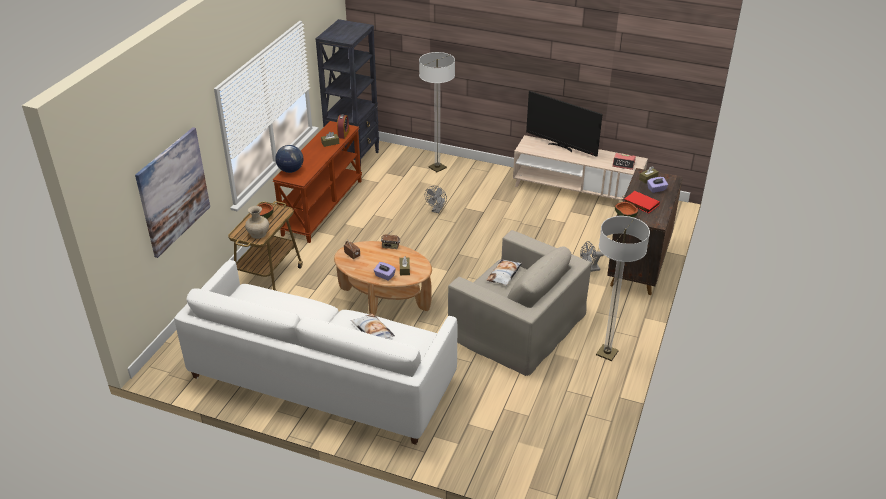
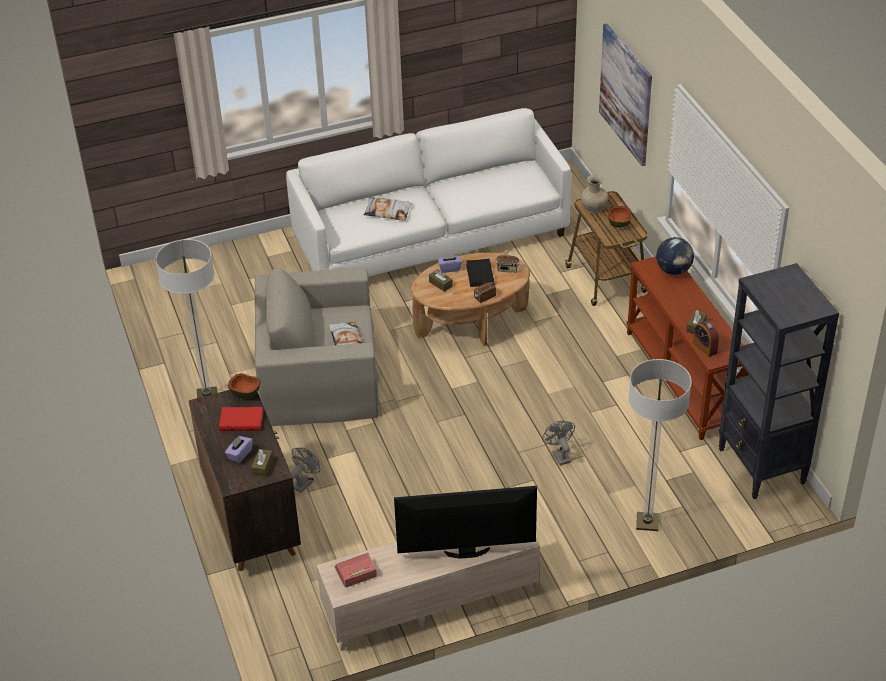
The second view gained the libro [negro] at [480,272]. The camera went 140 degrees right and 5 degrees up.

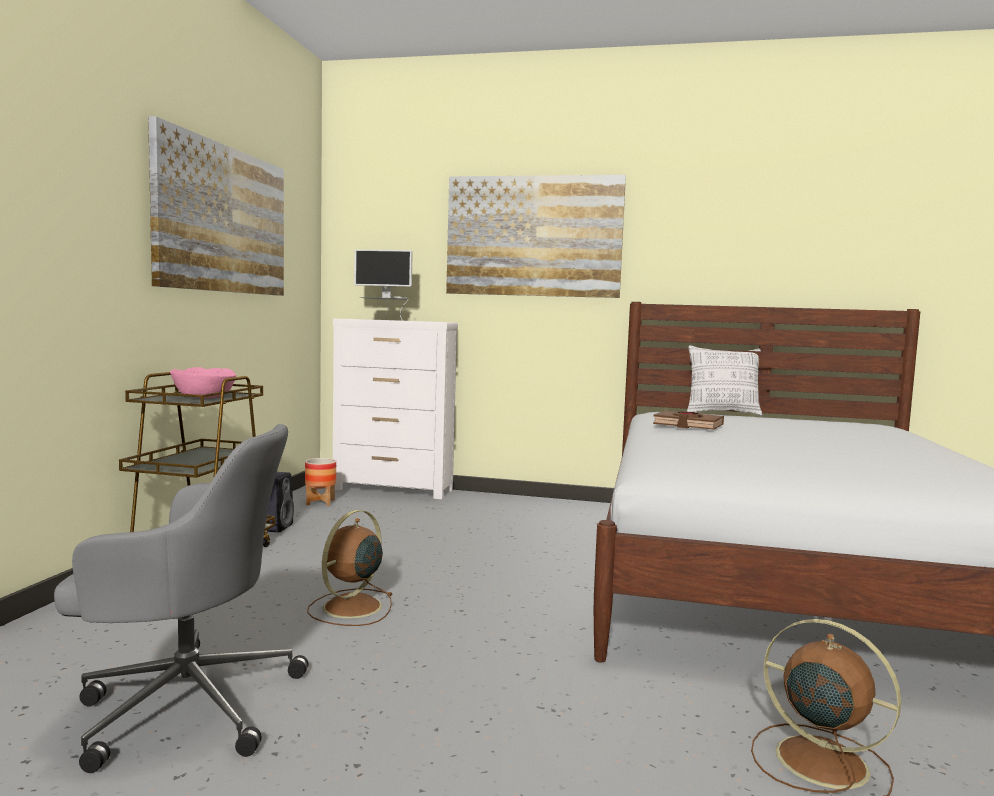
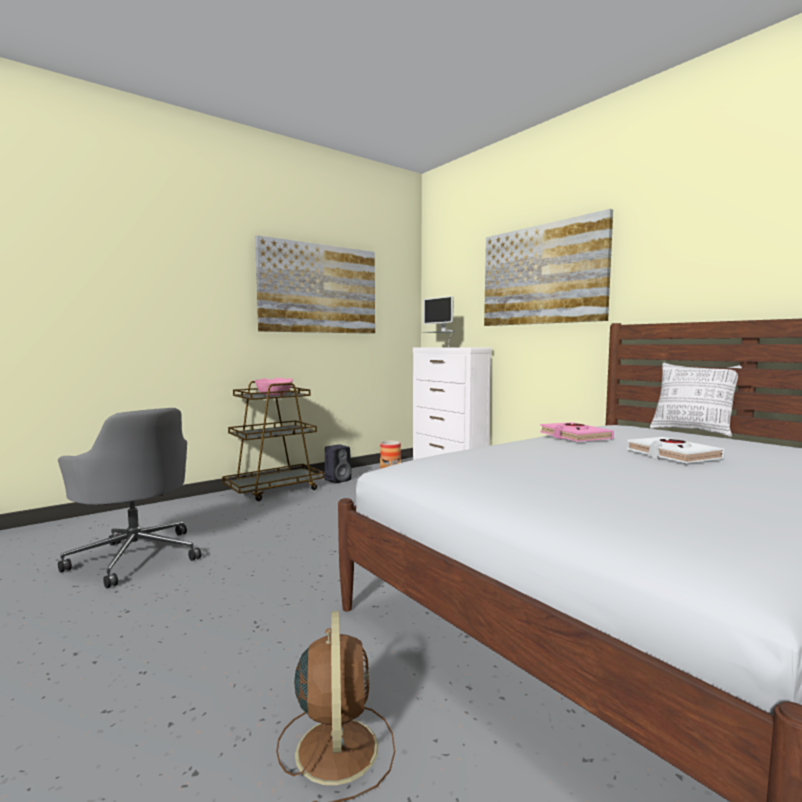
The second view lost the ventilador [marrón] at [349,568]. The second view gained the libro [blanco] at [676,450]. What was the libro [marrón] at [688,420] turned into the libro [rosa] at [577,432]. The camera went 40 degrees right and 0 degrees up.

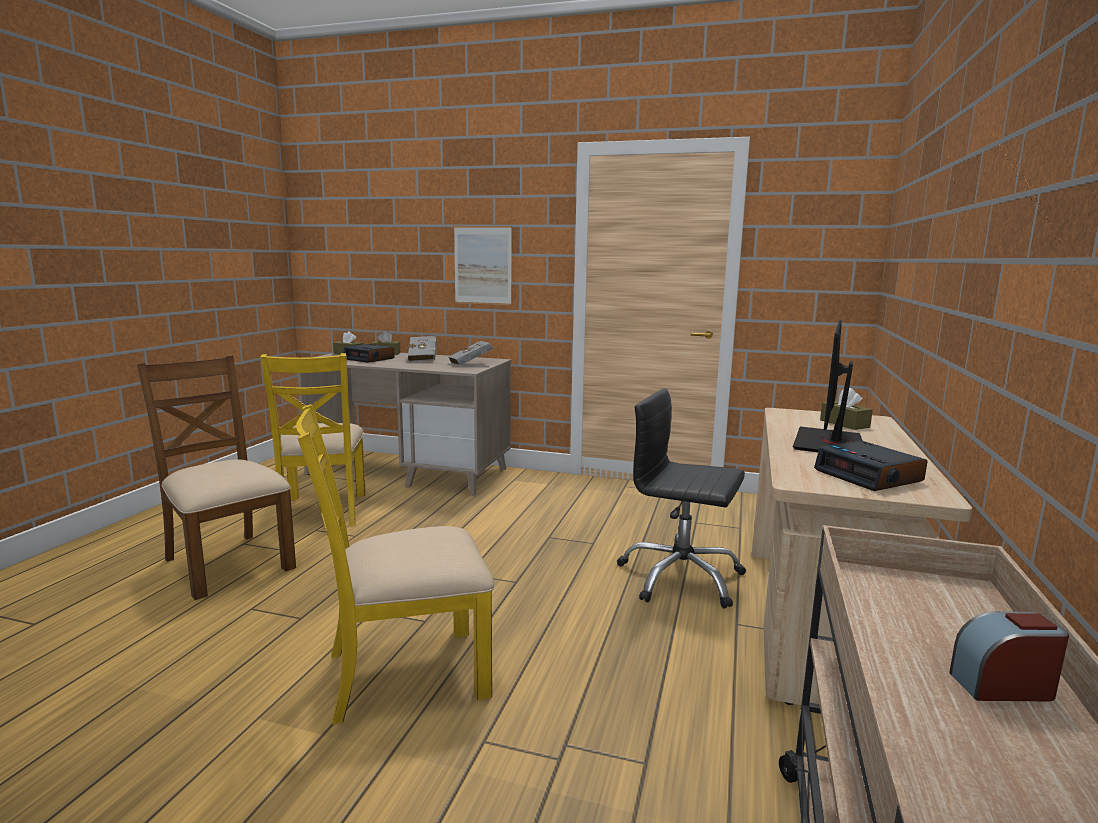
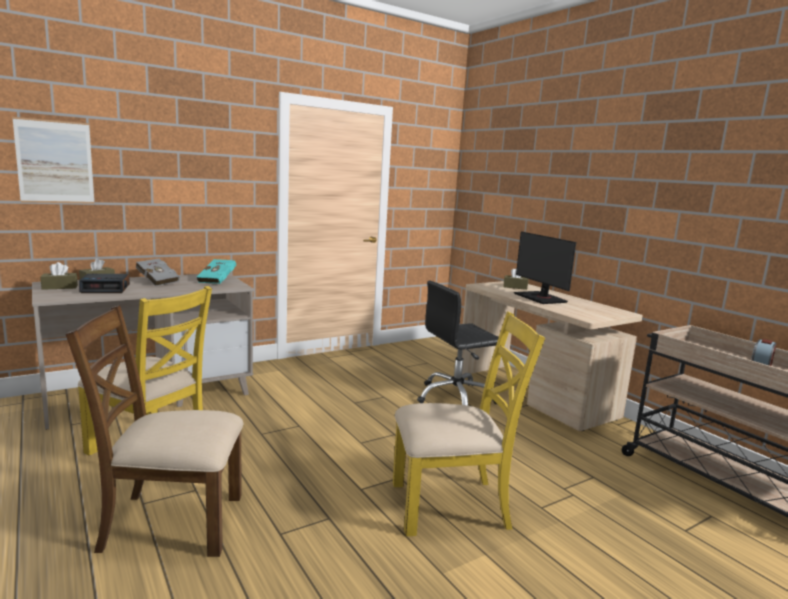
The second view lost the despertador at [871,465]. The cuadro ended up elsewhere, having gone from [483,265] to [53,160]. What was the libro [gris] at [472,353] turned into the libro [turquesa] at [216,271]. The silla [amarillo] at [395,564] ended up facing another way, 120 degrees counterclockwise from before. The camera went 50 degrees left and 0 degrees up.

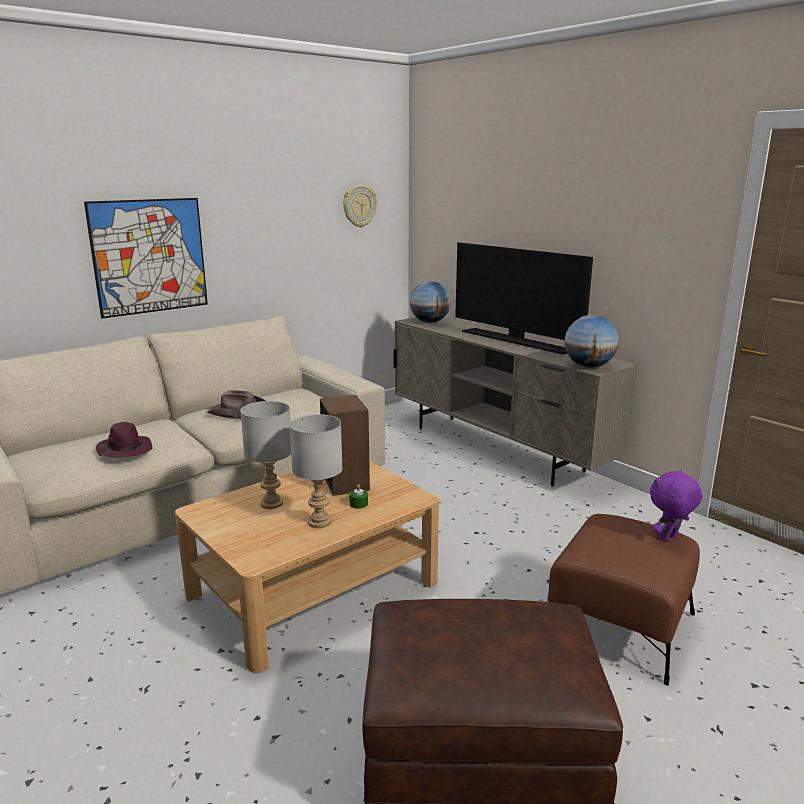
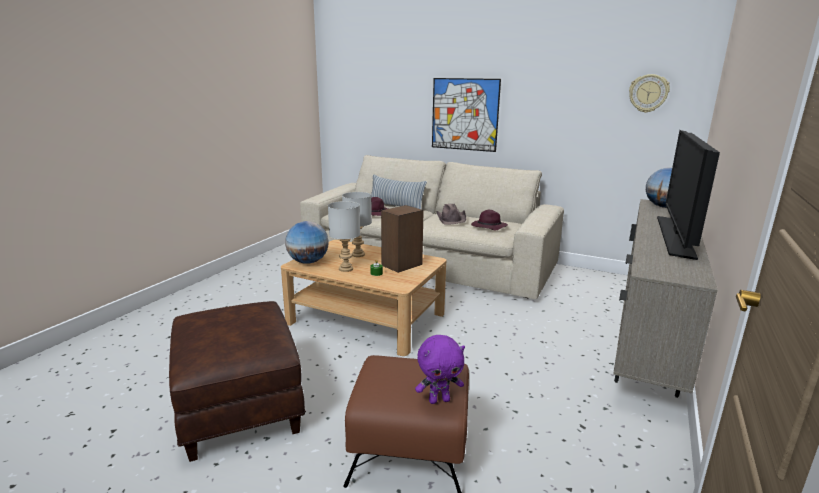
The second view gained the cojín at [399,192]. The second view gained the sombrero [morado] at [489,220]. The globo terráqueo ended up elsewhere, having gone from [592,341] to [307,242]. The peluche [morado] at [676,505] ended up facing another way, 135 degrees clockwise from before. The camera went 65 degrees right and 0 degrees up.

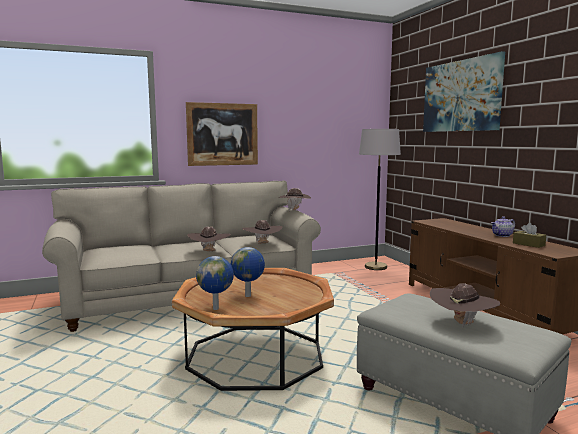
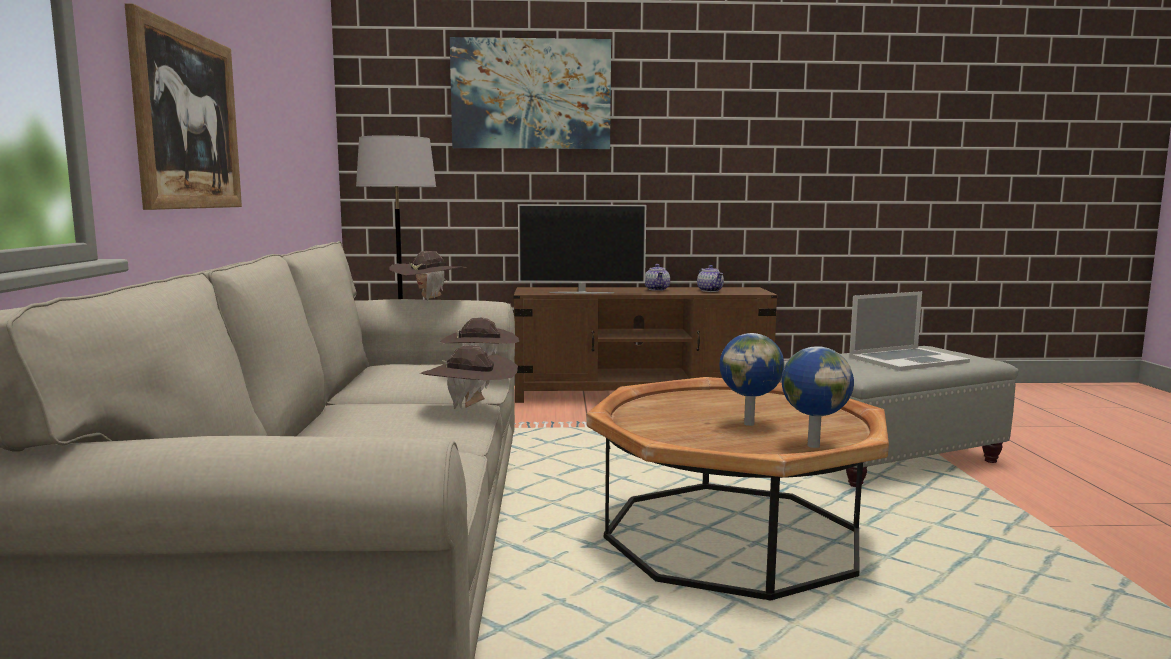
The second view gained the televisor at [582,249]. Where the sombrero [marrón] stood at [465,305], the portátil came to stand at [909,331]. Where the caja de pañuelos [marrón] stood at [529,235], the tetera came to stand at [710,278]. The camera went 70 degrees left and 0 degrees up.

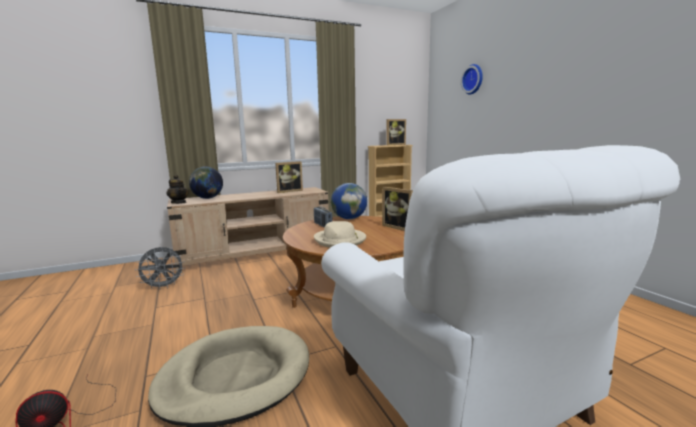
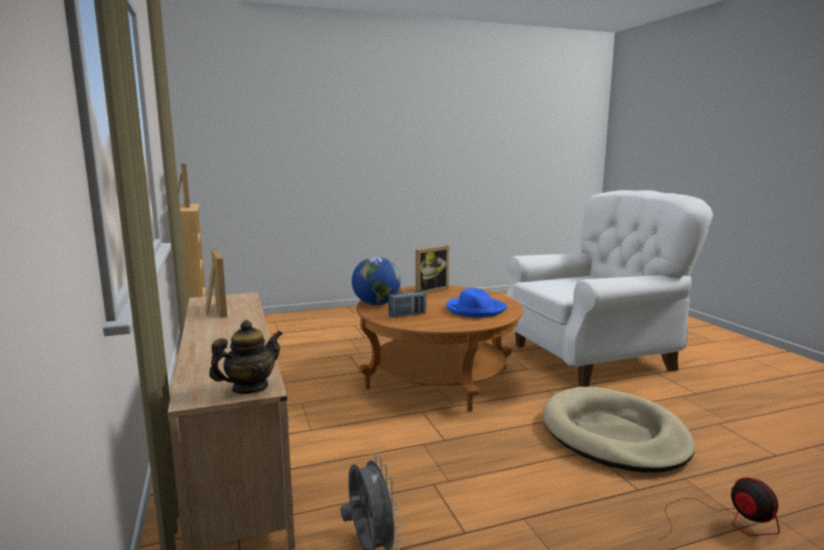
The second view lost the globo terráqueo at [206,183]. The second view lost the reloj de pared at [472,79]. What was the sombrero [beis] at [340,234] turned into the sombrero [azul] at [476,303]. The camera went 85 degrees left and 0 degrees up.

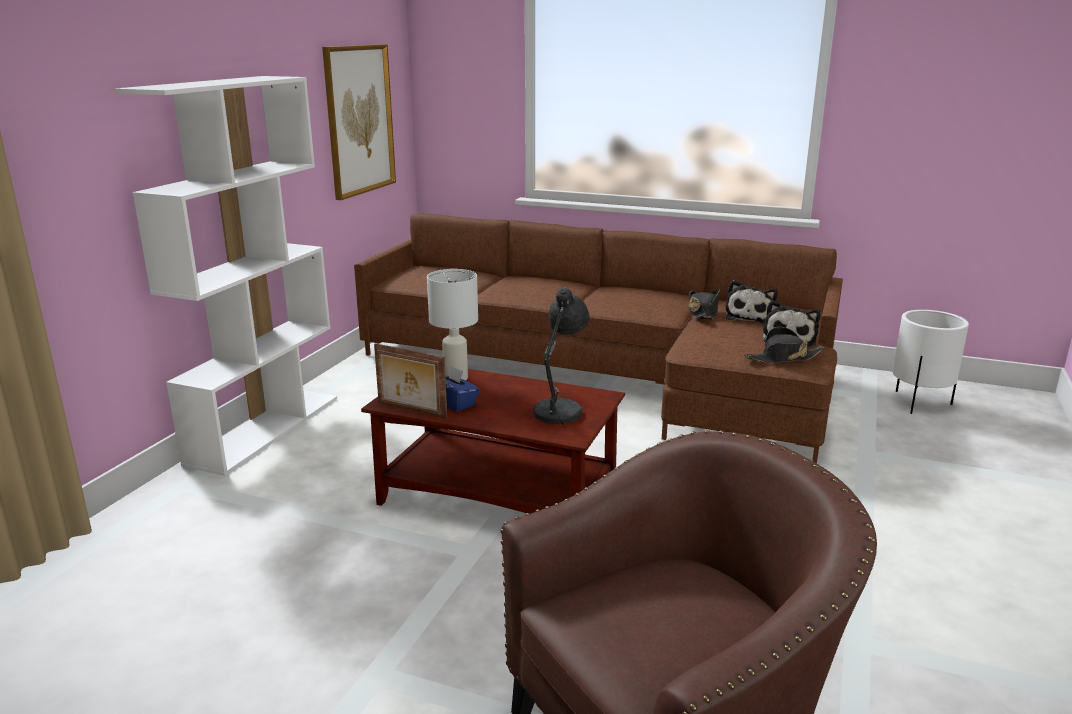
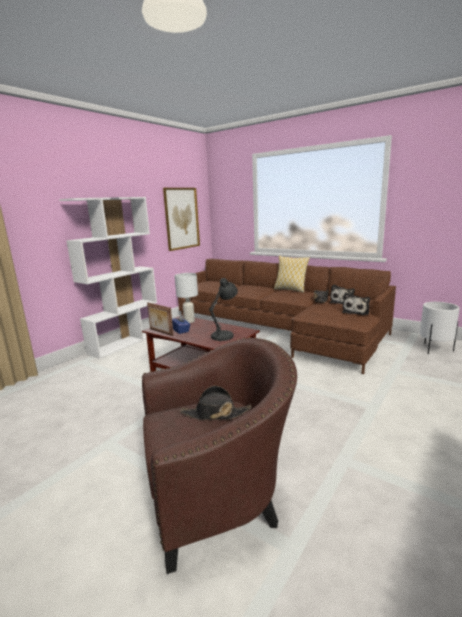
The second view gained the cojín at [292,274]. The sombrero [negro] ended up elsewhere, having gone from [784,345] to [215,403]. The camera went 15 degrees right and 5 degrees down.

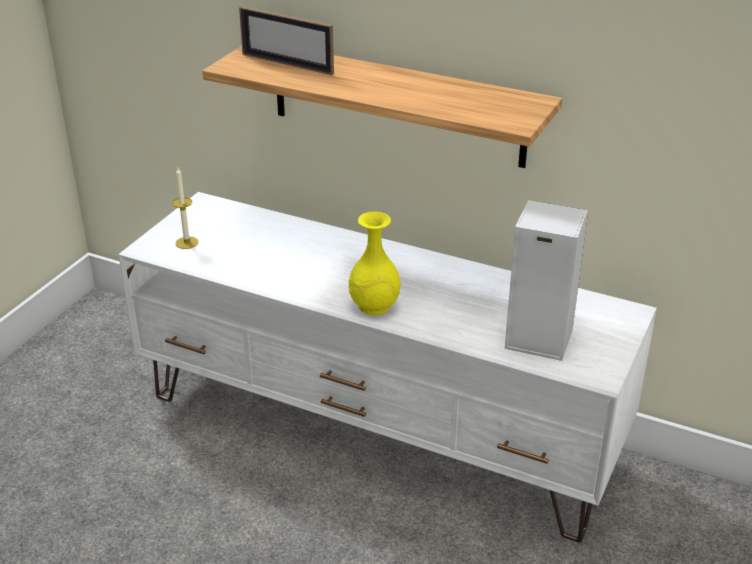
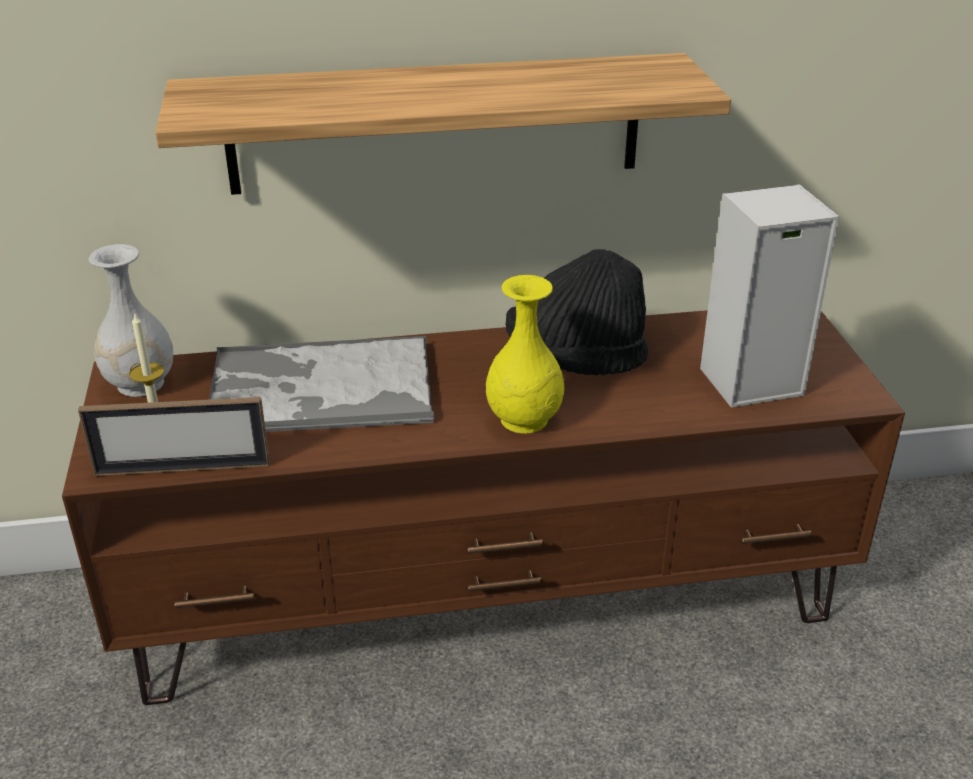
The second view gained the florero [blanco] at [131,320]. The second view gained the bandeja at [321,384]. The second view gained the sombrero [negro] at [576,312]. The portarretratos ended up elsewhere, having gone from [286,40] to [174,436]. What was the mueble de televisión [blanco] at [387,367] turned into the mueble de televisión [marrón] at [483,507]. The camera went 35 degrees left and 0 degrees up.

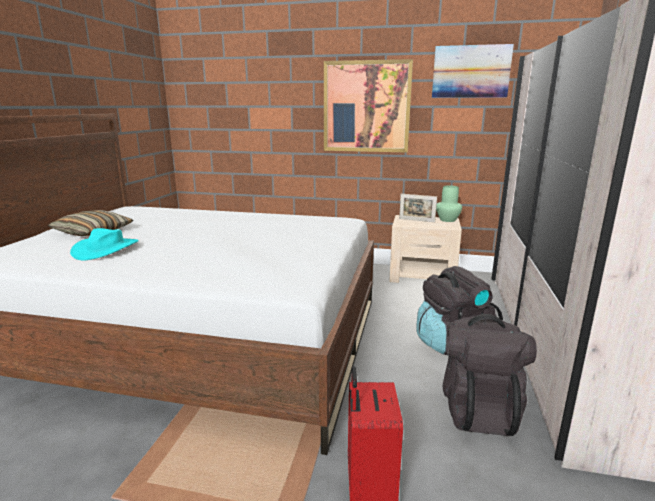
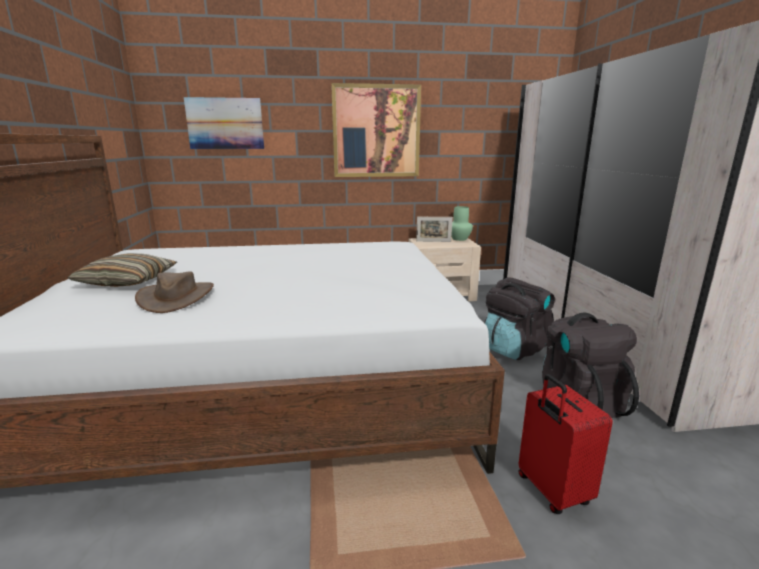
The cuadro ended up elsewhere, having gone from [473,71] to [224,123]. What was the sombrero [turquesa] at [104,244] turned into the sombrero [marrón] at [174,292]. The camera went 20 degrees left and 0 degrees up.

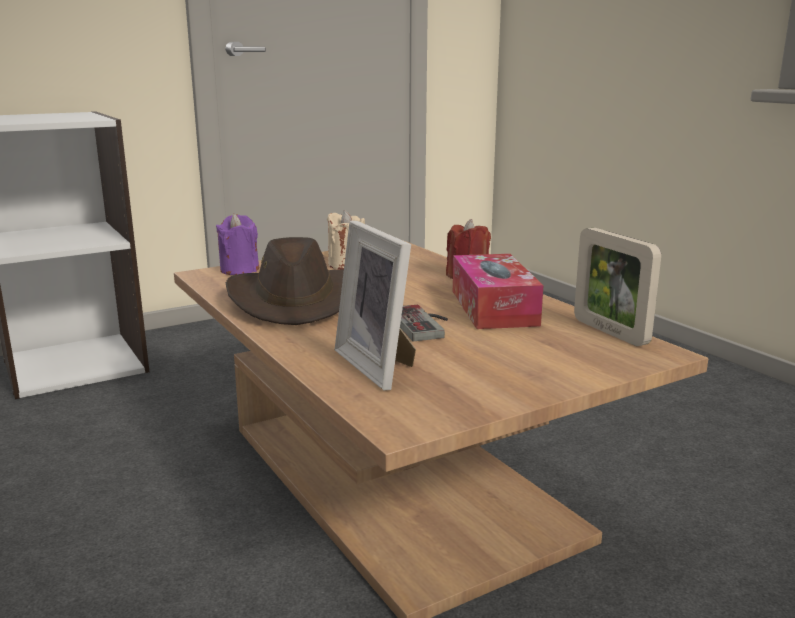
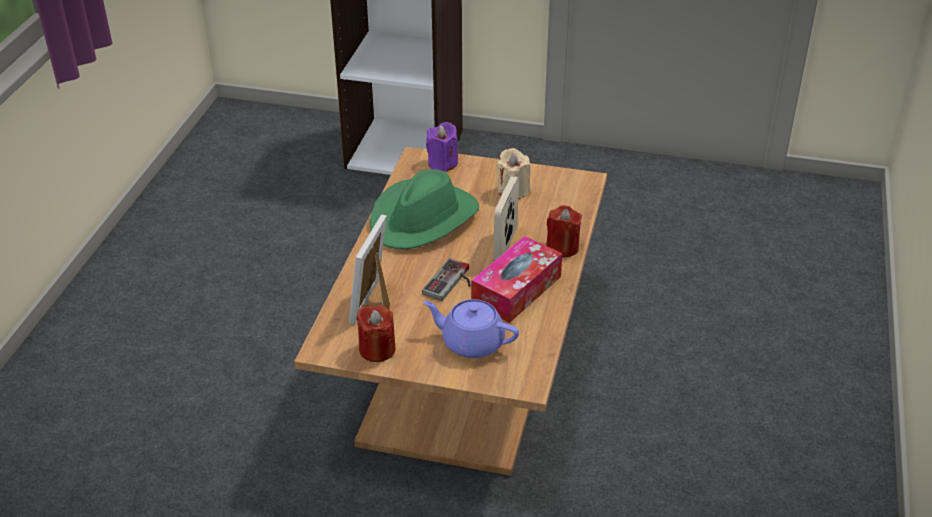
The second view gained the vela [rojo] at [376,333]. The second view gained the tetera [morado] at [471,328]. The portarretratos ended up elsewhere, having gone from [617,287] to [506,218]. What was the sombrero [marrón] at [285,281] turned into the sombrero [verde] at [424,209]. The camera went 45 degrees right and 20 degrees up.

